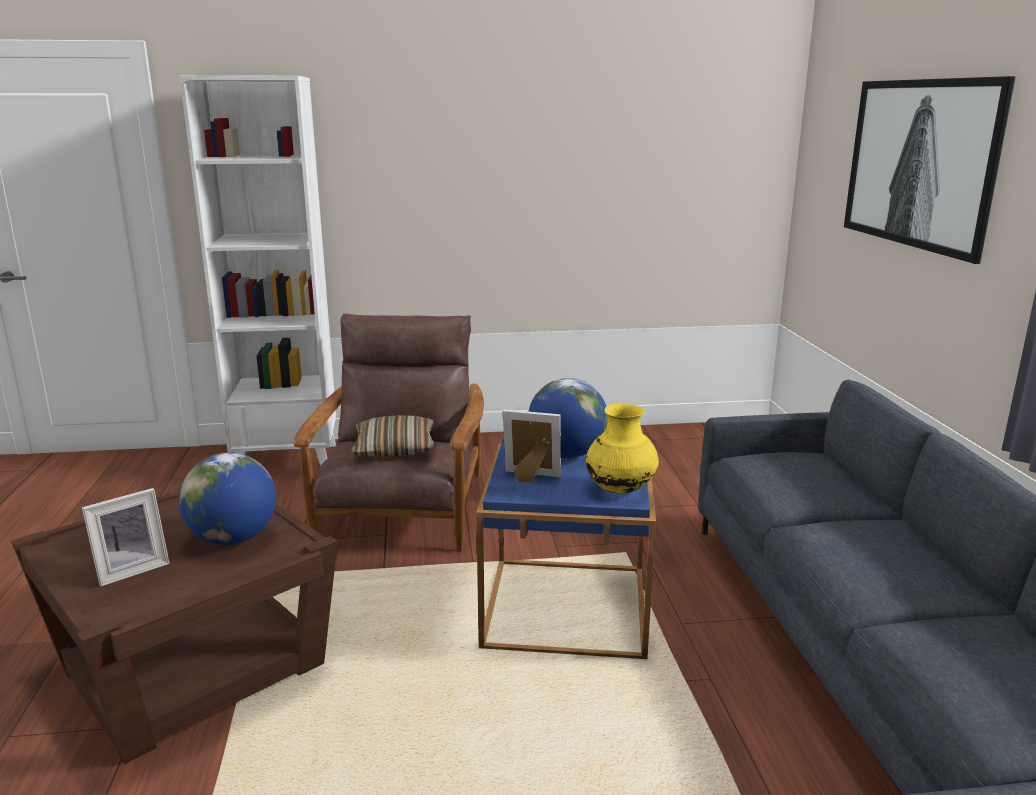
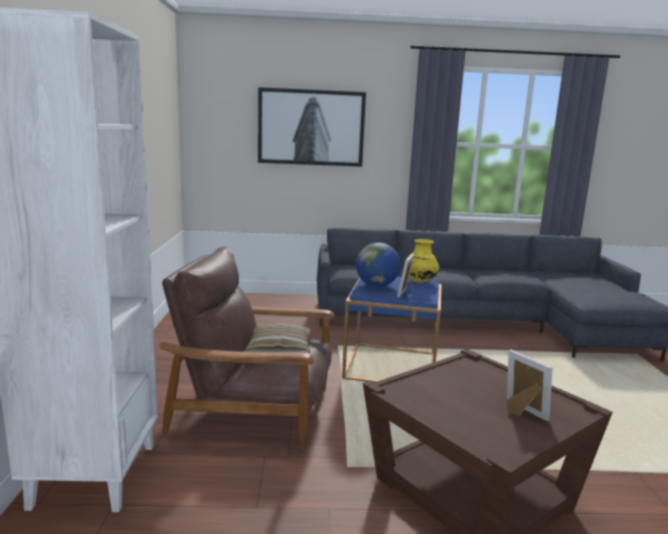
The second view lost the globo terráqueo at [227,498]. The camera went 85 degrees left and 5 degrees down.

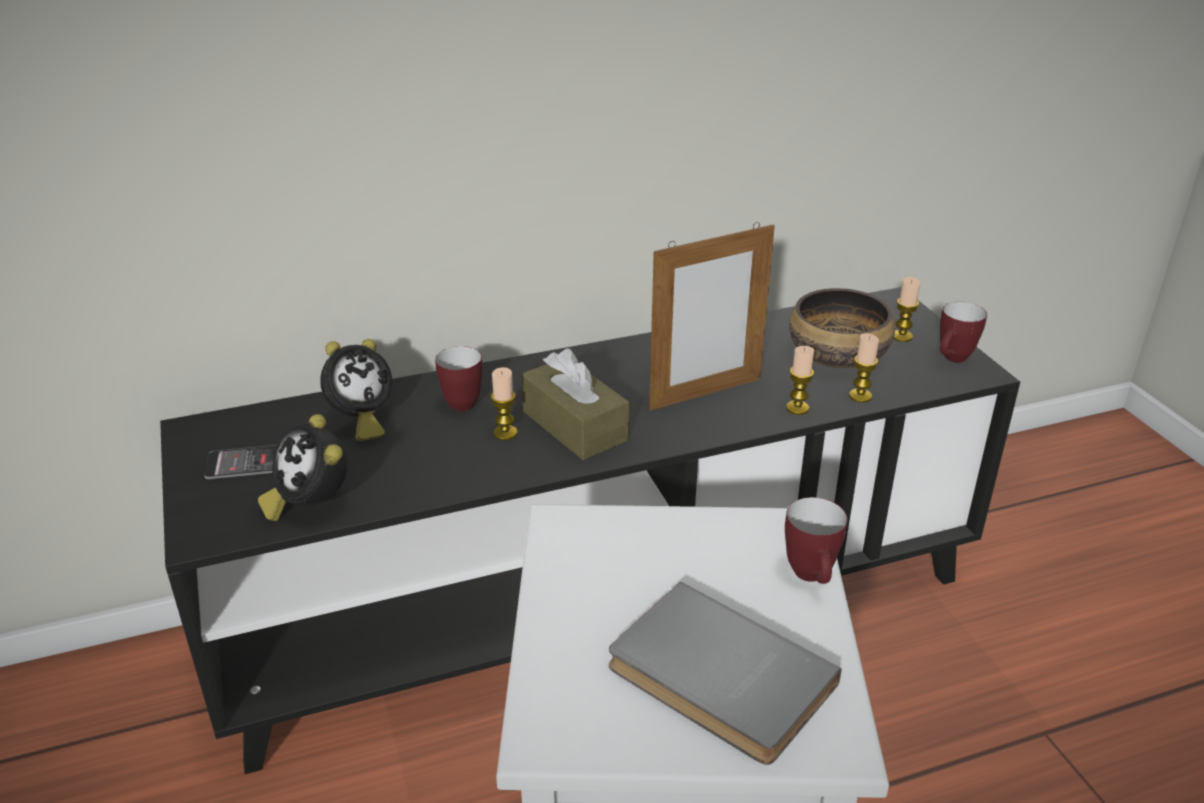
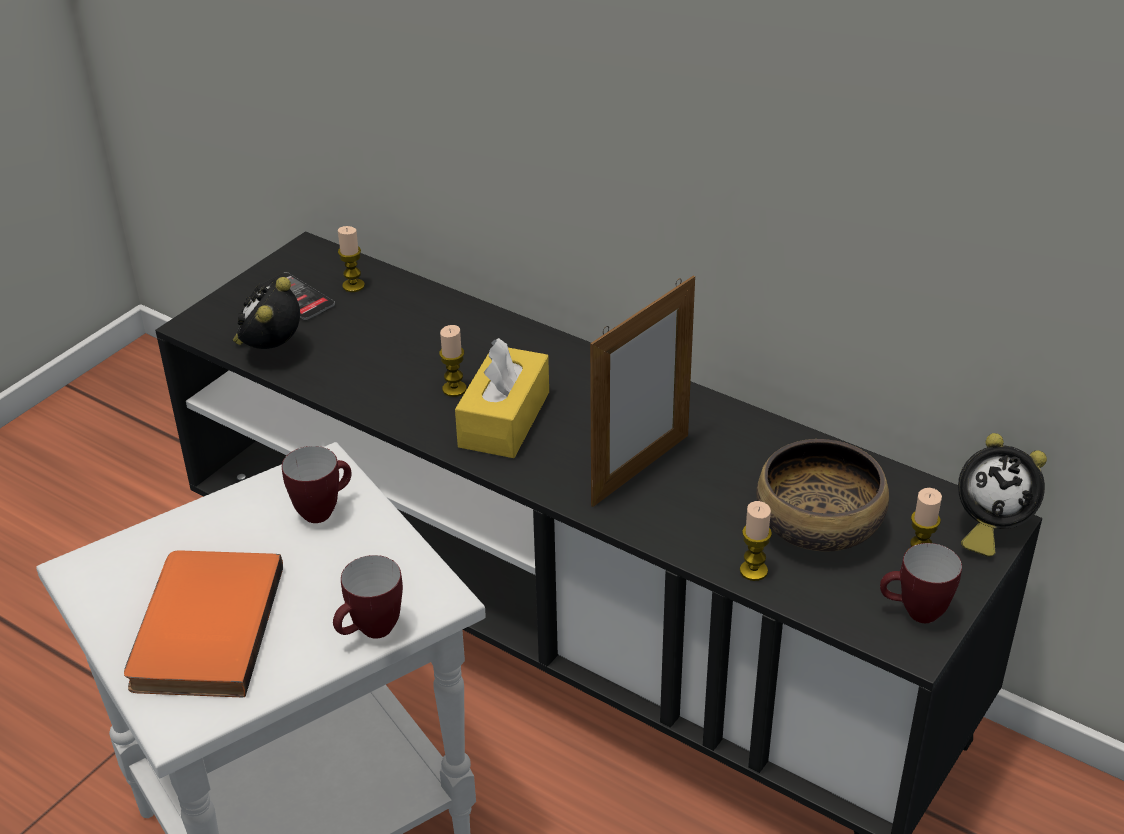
The despertador ended up elsewhere, having gone from [356,390] to [1002,495]. The taza grande ended up elsewhere, having gone from [459,379] to [317,484]. The vela ended up elsewhere, having gone from [800,380] to [351,259]. What was the caja de pañuelos [marrón] at [575,404] turned into the caja de pañuelos [amarillo] at [502,398]. What was the libro [gris] at [725,673] turned into the libro [naranja] at [203,623]. The portarretratos at [712,316] ended up facing another way, 75 degrees counterclockwise from before. The camera went 55 degrees right and 5 degrees up.

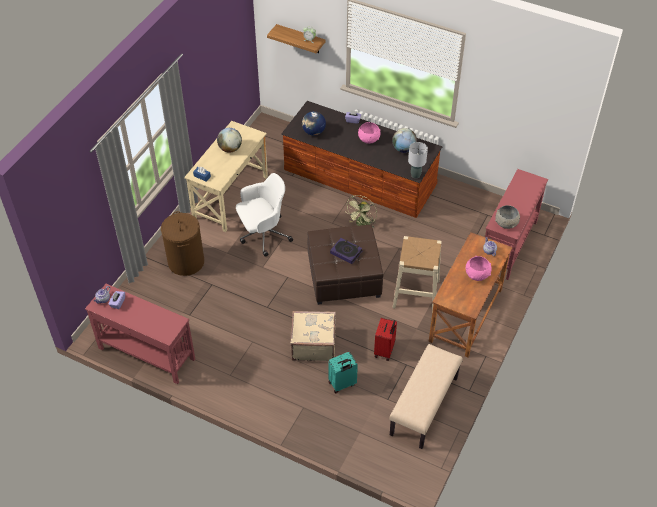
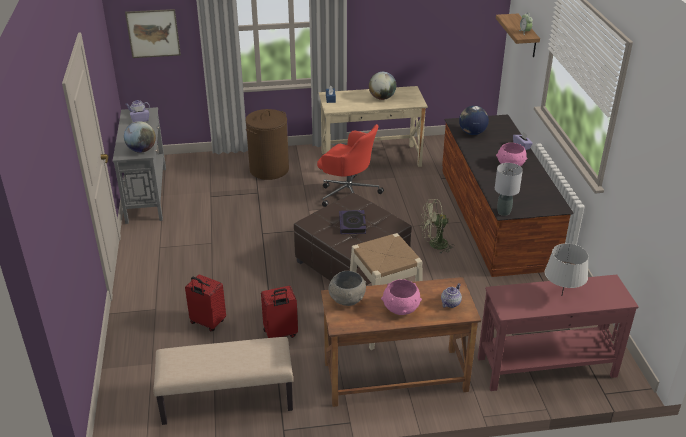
The second view lost the maleta [beis] at [313,336]. The second view gained the cuadro at [153,33]. The second view gained the lámpara de mesa [gris] at [567,269]. The globo terráqueo ended up elsewhere, having gone from [404,140] to [140,137]. The cuenco [gris] ended up elsewhere, having gone from [507,217] to [347,288]. What was the mesa consola [rojo] at [140,334] turned into the mesa consola [gris] at [139,165]. What was the silla de oficina [blanco] at [264,215] turned into the silla de oficina [rojo] at [350,165]. What was the maleta [turquesa] at [343,372] turned into the maleta [rojo] at [205,302]. The camera went 55 degrees right and 15 degrees down.

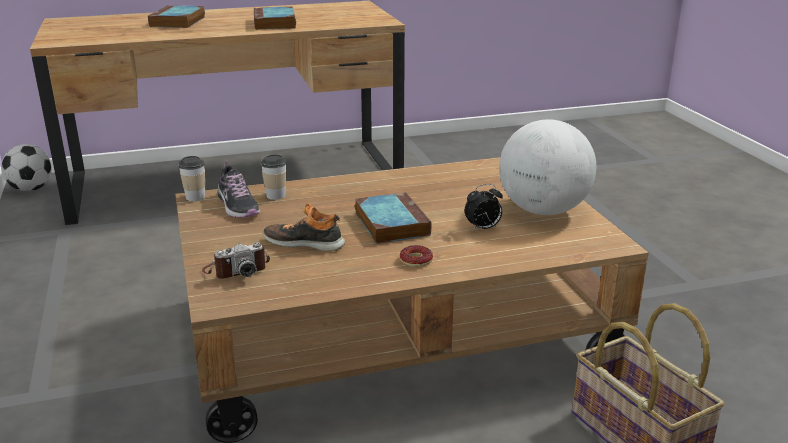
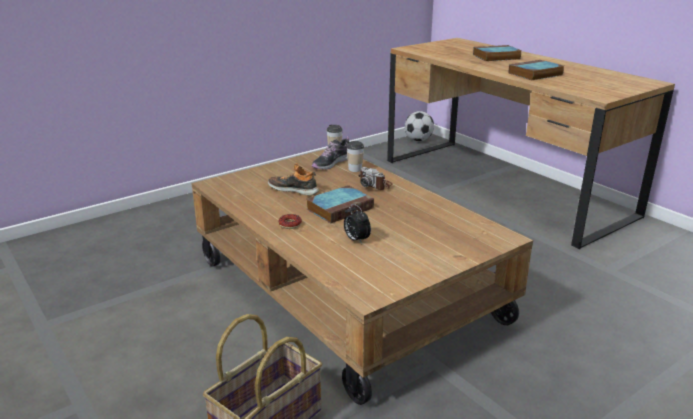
The second view lost the globo terráqueo at [547,167]. The cámara ended up elsewhere, having gone from [236,260] to [375,178]. The zapato at [304,227] ended up facing another way, 60 degrees counterclockwise from before. The camera went 70 degrees right and 0 degrees up.

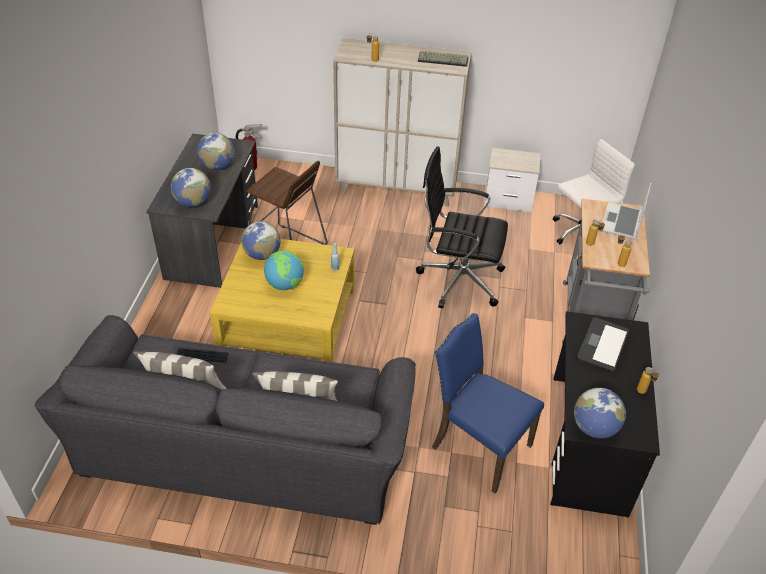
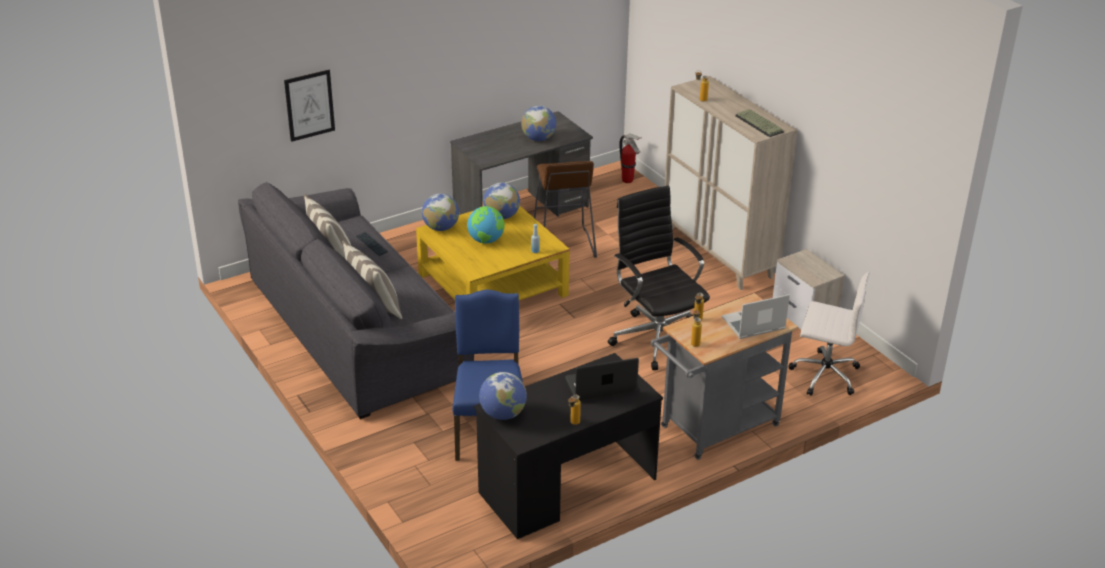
The second view gained the cuadro at [309,106]. The globo terráqueo ended up elsewhere, having gone from [191,187] to [440,212]. The camera went 50 degrees right and 10 degrees down.

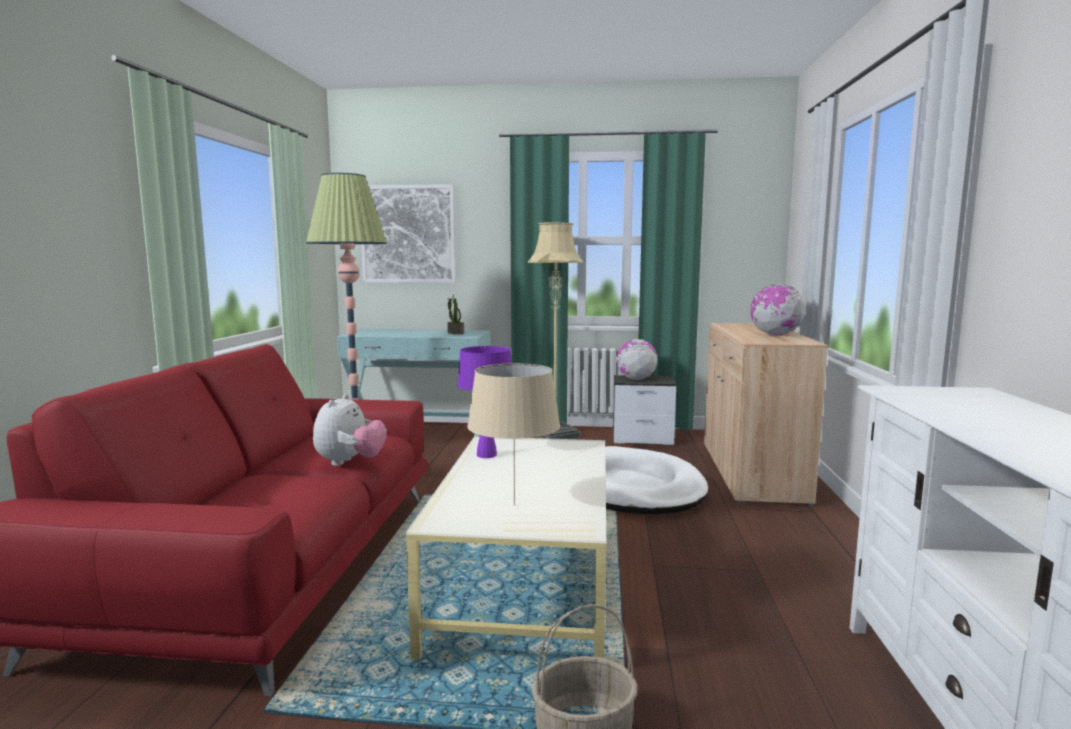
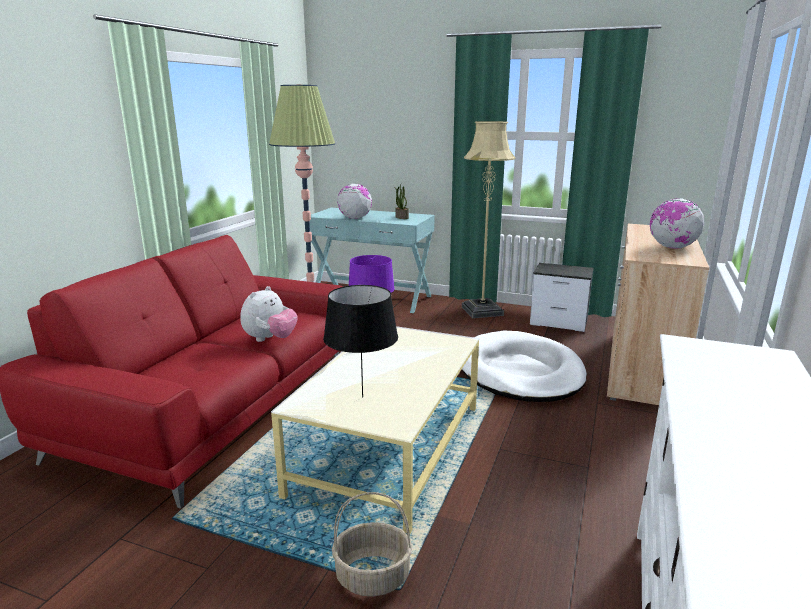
The second view lost the cuadro at [408,233]. The globo terráqueo ended up elsewhere, having gone from [637,359] to [354,201]. What was the lámpara de mesa [beis] at [513,434] turned into the lámpara de mesa [negro] at [360,341]. The camera went 15 degrees right and 10 degrees up.

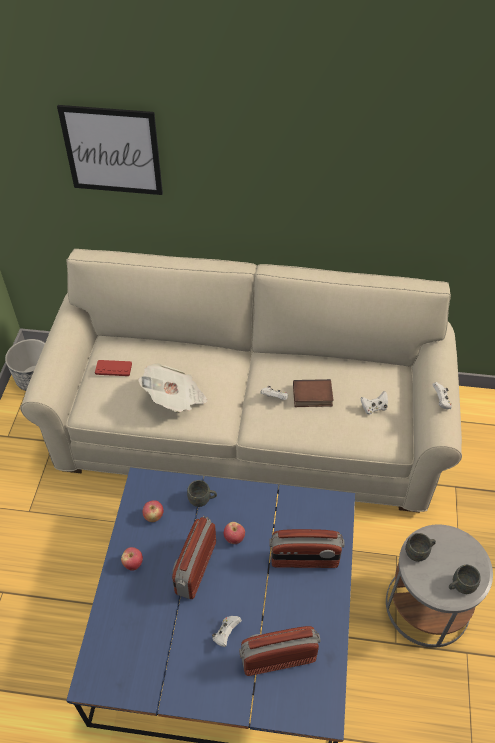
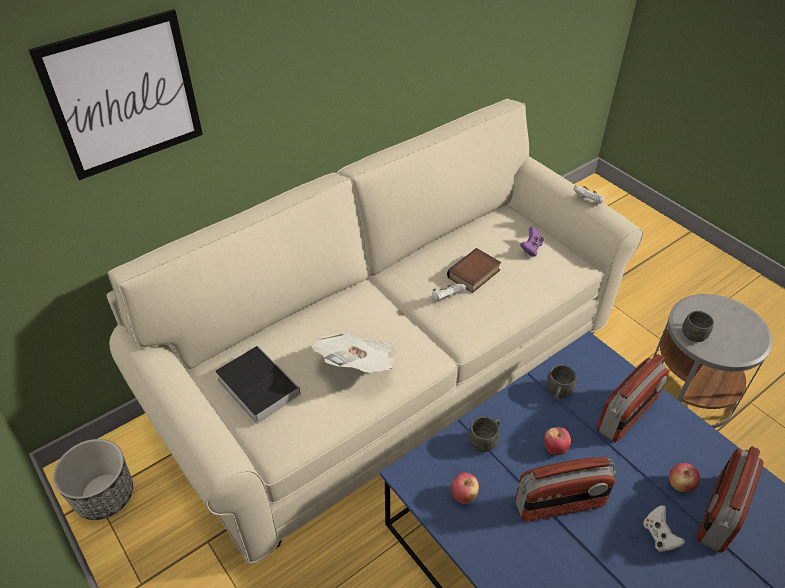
The manzana ended up elsewhere, having gone from [132,559] to [684,477]. The taza grande [gris] ended up elsewhere, having gone from [465,579] to [561,383]. Where the mando de consola [rojo] stood at [113,368], the libro came to stand at [258,384]. What was the mando de consola [blanco] at [374,403] turned into the mando de consola [morado] at [532,241]. The radio at [194,557] ended up facing another way, 75 degrees counterclockwise from before. The camera went 45 degrees left and 5 degrees down.

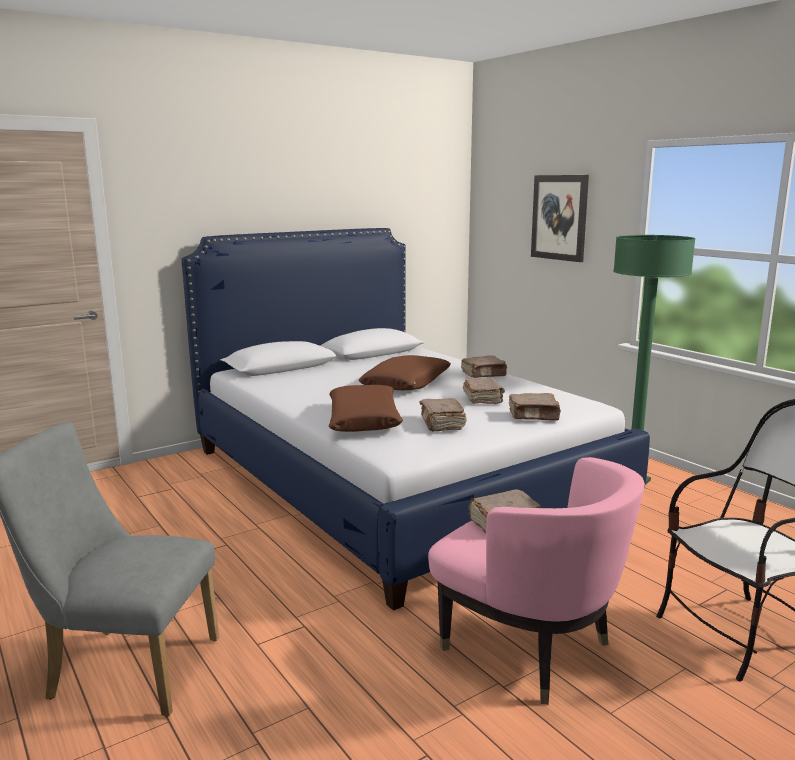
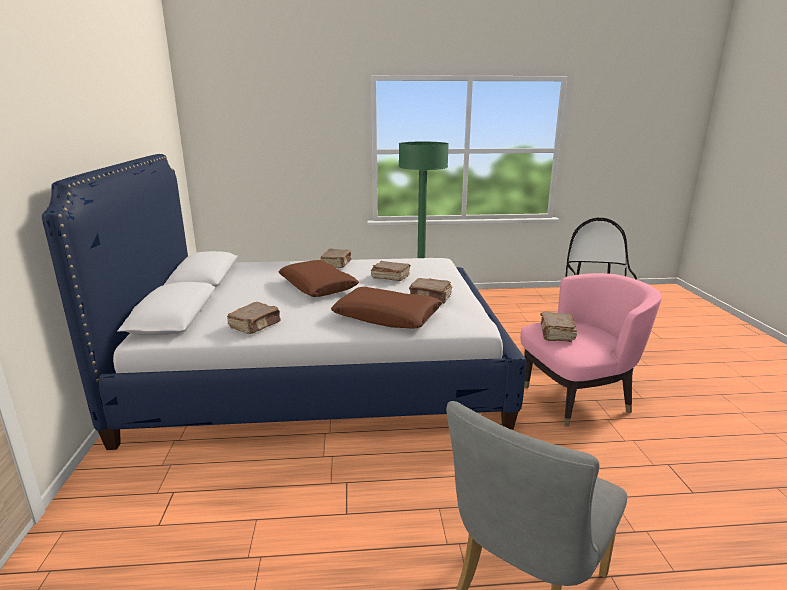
The second view lost the cuadro at [560,218]. The libro [marrón] ended up elsewhere, having gone from [535,407] to [254,318]. The camera went 60 degrees left and 5 degrees up.

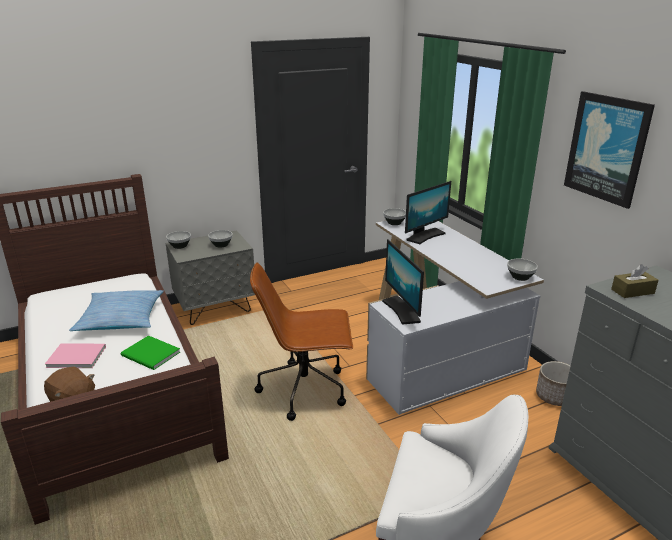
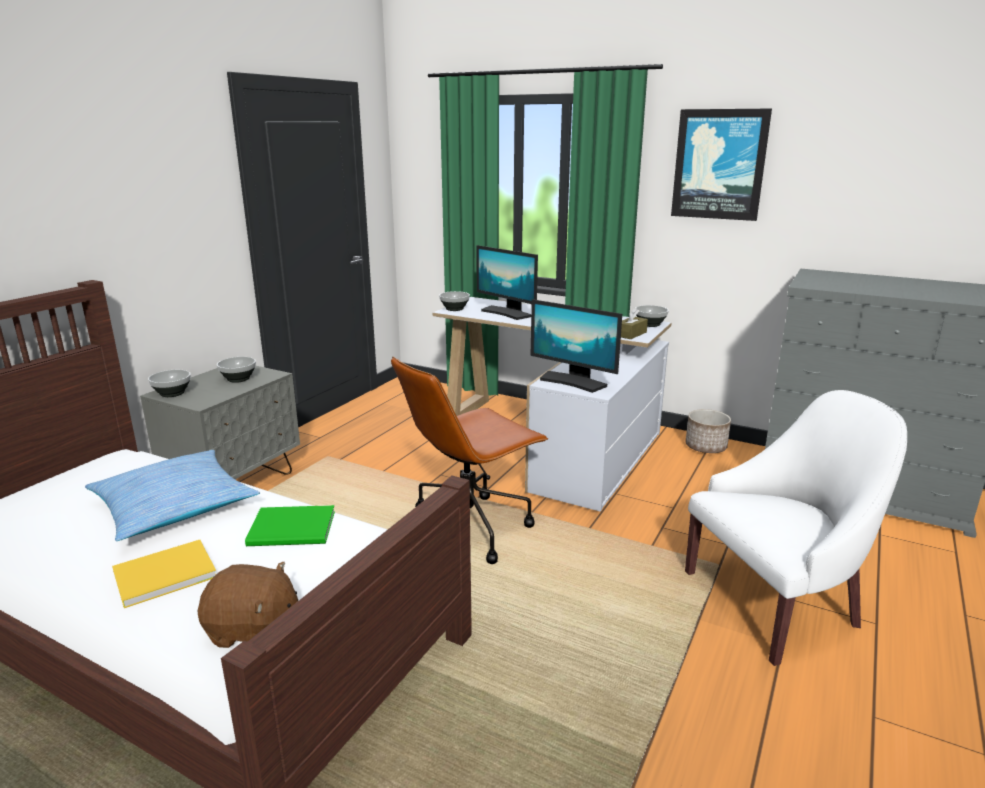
The caja de pañuelos [marrón] ended up elsewhere, having gone from [635,281] to [634,323]. What was the libro [rosa] at [75,355] turned into the libro [amarillo] at [164,574]. The monitor at [428,212] ended up facing another way, 120 degrees clockwise from before. The camera went 35 degrees left and 5 degrees down.

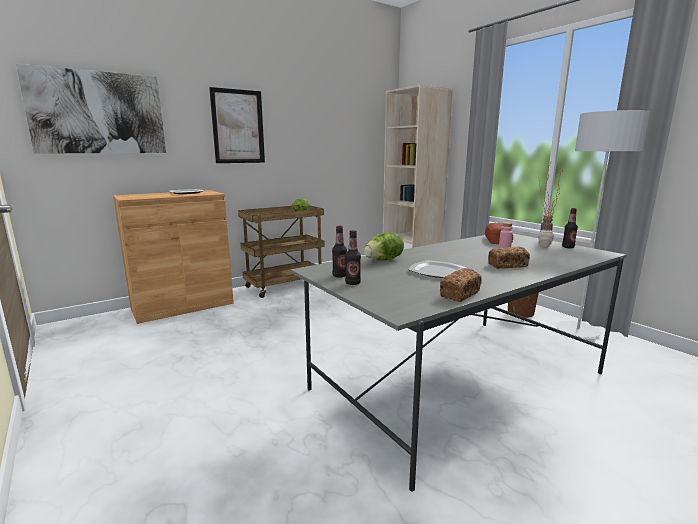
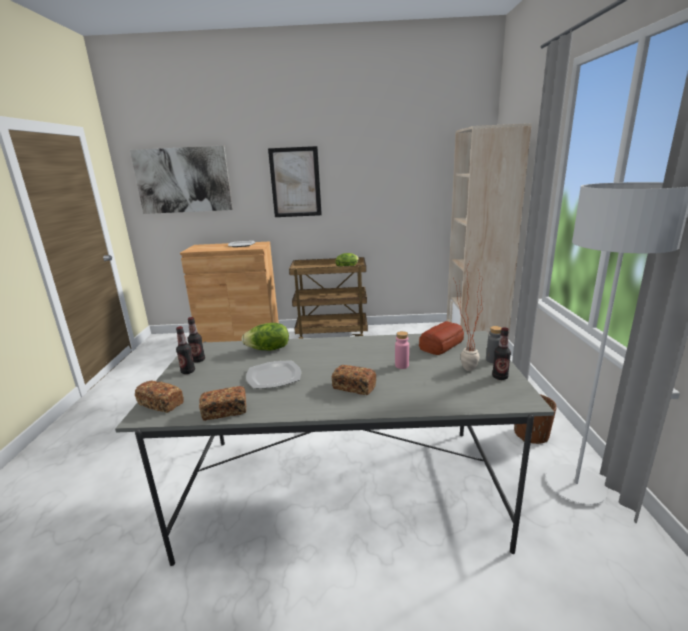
The second view gained the pan at [159,397]. The camera went 35 degrees right and 5 degrees up.

